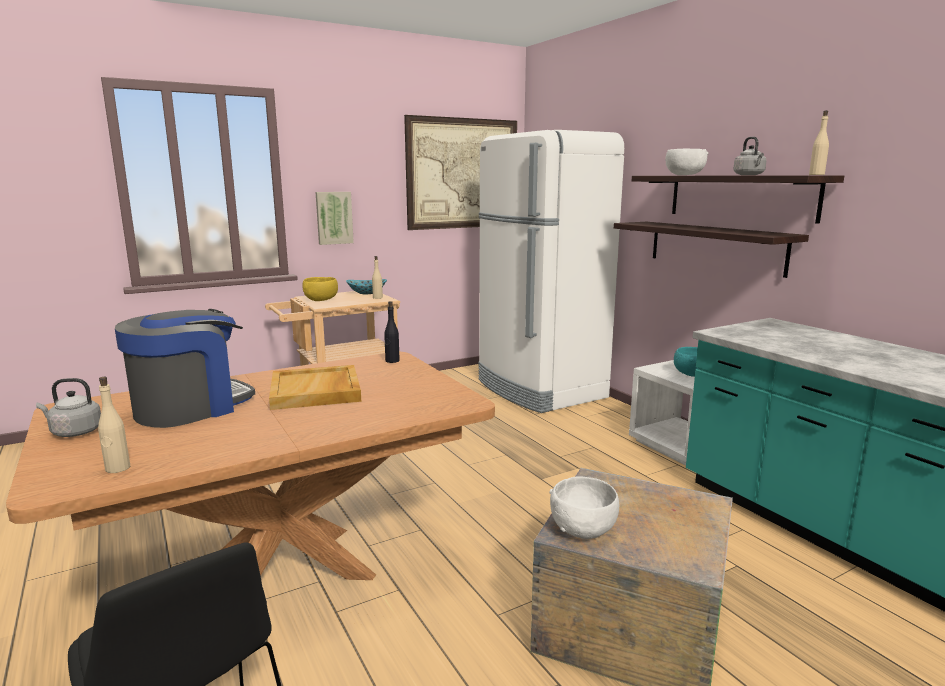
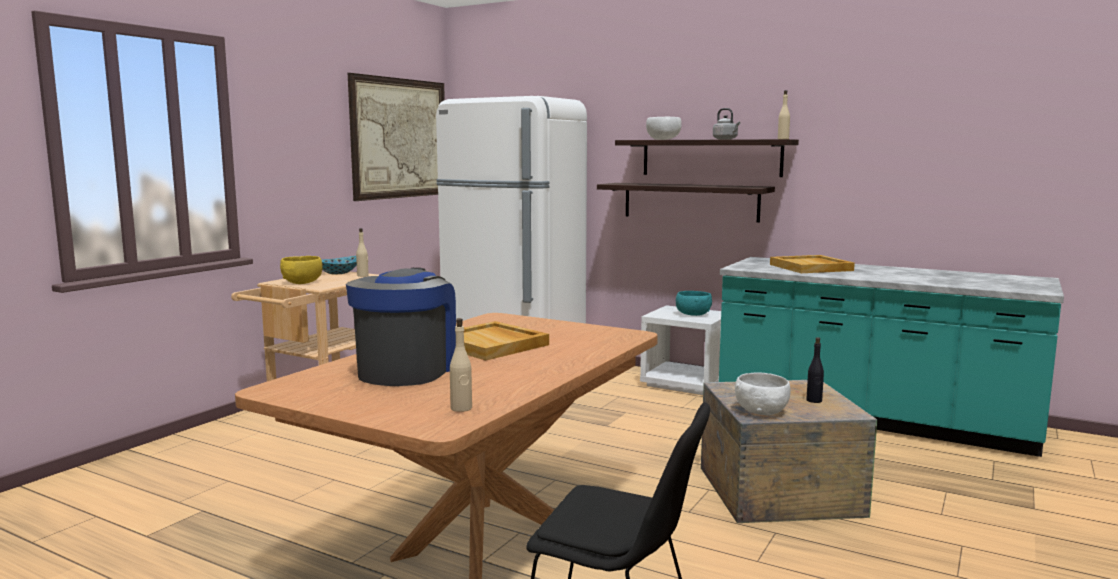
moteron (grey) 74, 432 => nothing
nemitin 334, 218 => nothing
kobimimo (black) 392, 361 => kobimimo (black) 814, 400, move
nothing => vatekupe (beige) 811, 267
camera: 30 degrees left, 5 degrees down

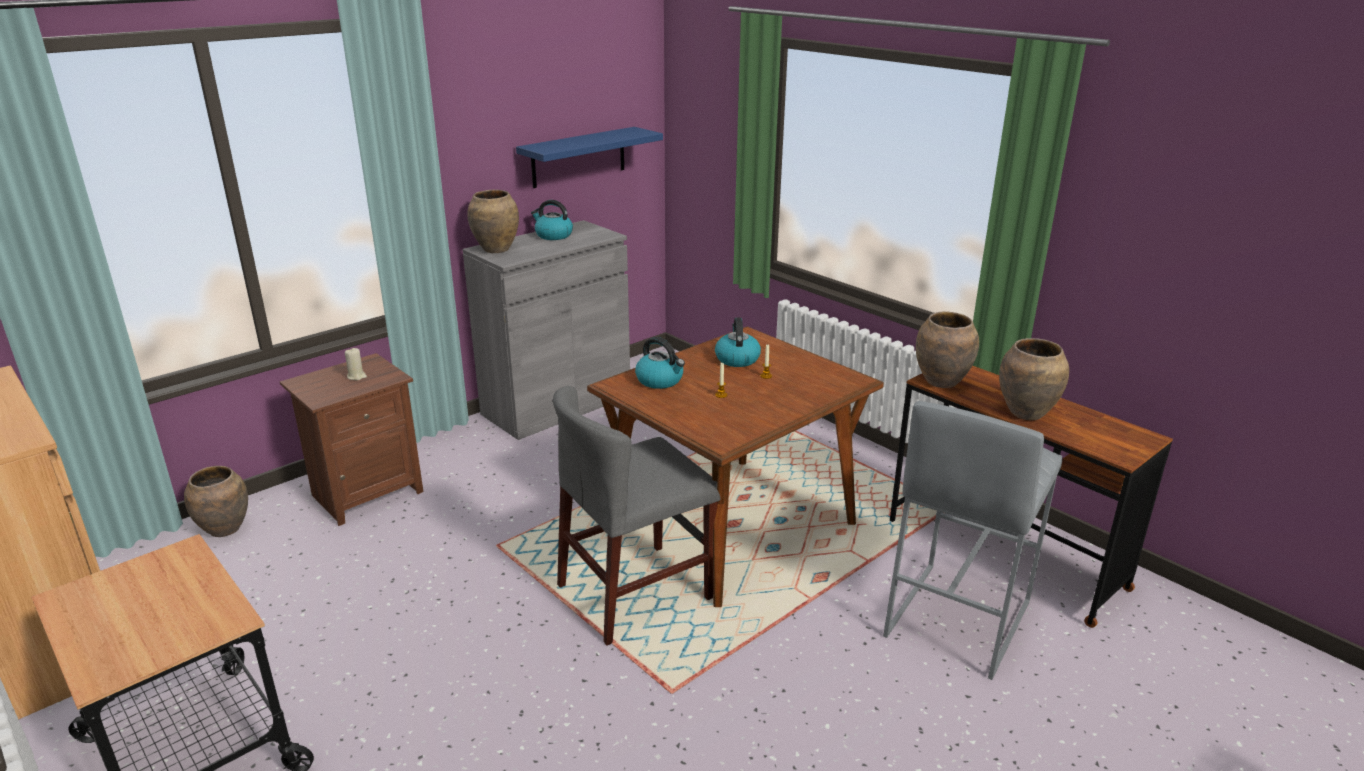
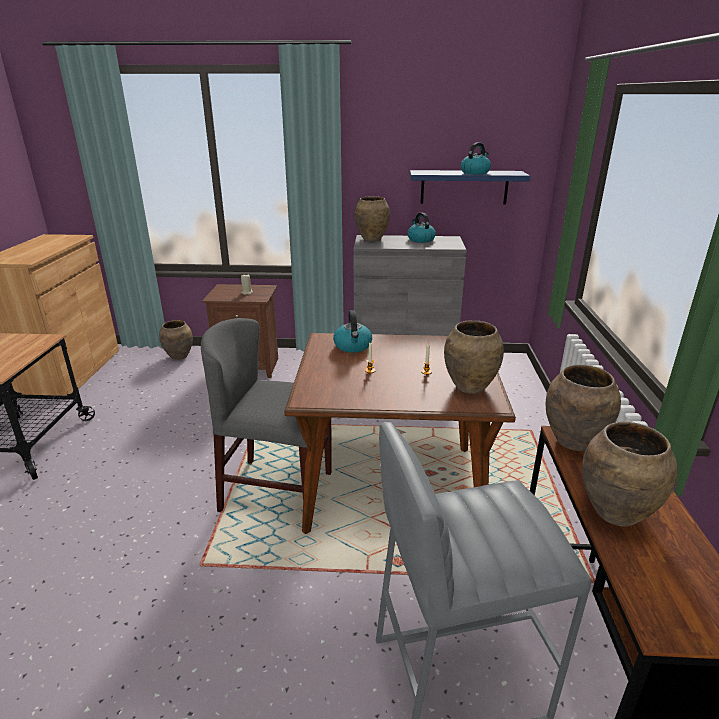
moteron 737, 359 => moteron 475, 172, move
nothing => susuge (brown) 470, 387
camera: 45 degrees right, 0 degrees up

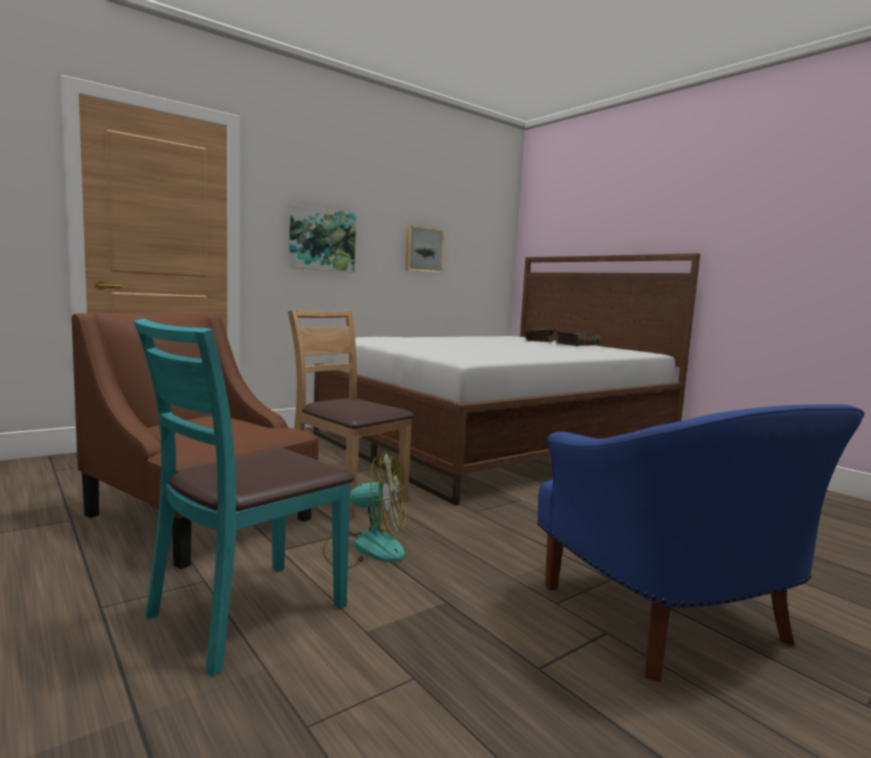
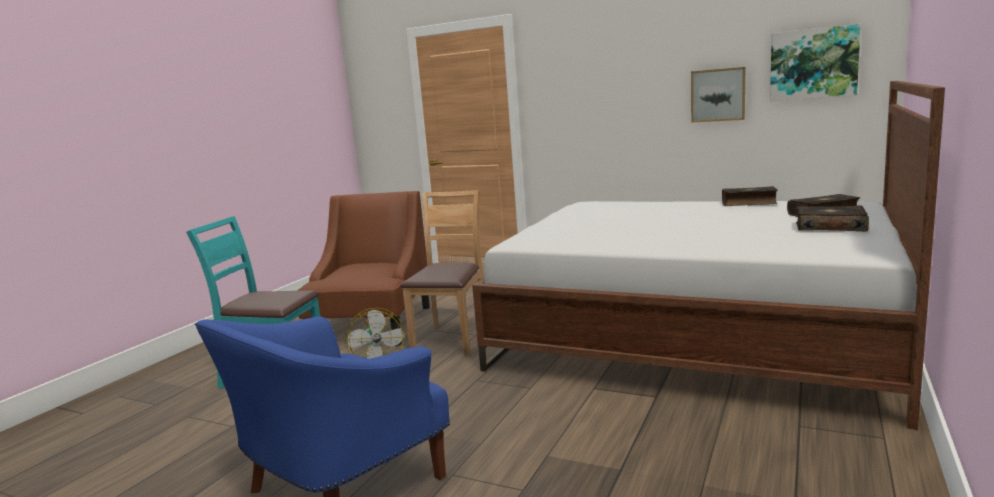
nemitin 322, 240 => nemitin 813, 64, move
nothing => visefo 749, 203
camera: 65 degrees right, 5 degrees up

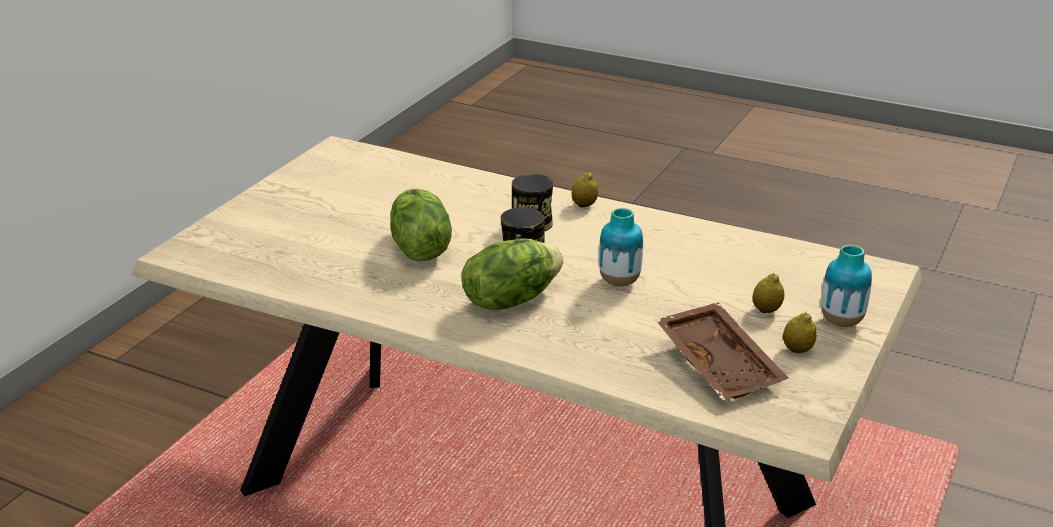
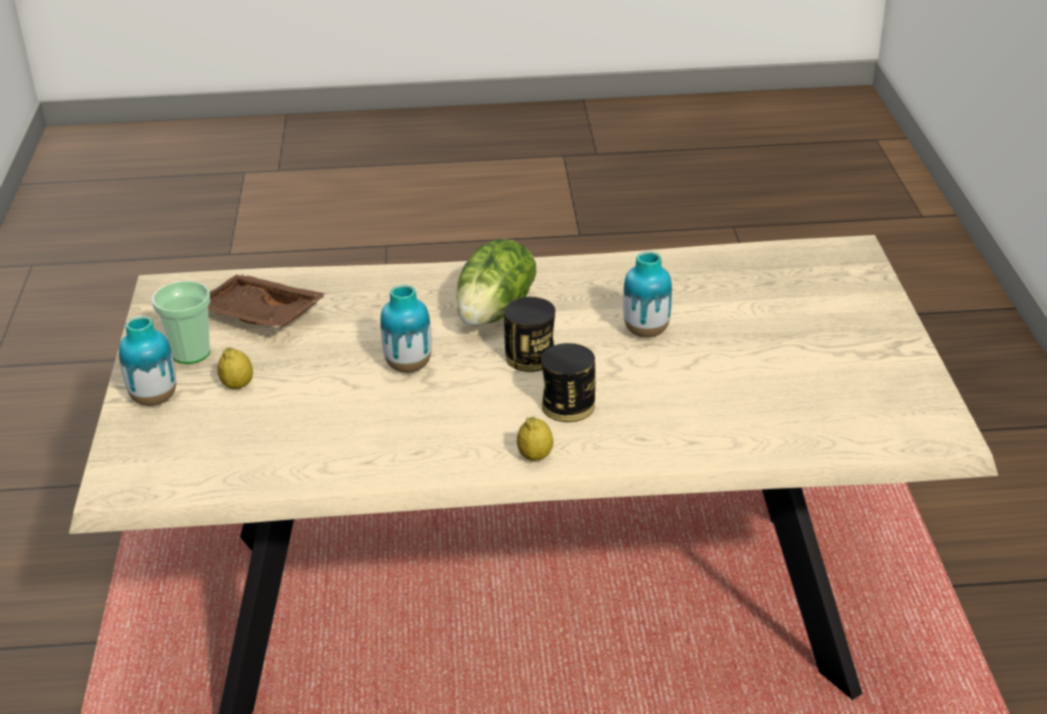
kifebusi 419, 249 => susuge 646, 331
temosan 797, 350 => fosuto 191, 353
camera: 150 degrees right, 5 degrees up

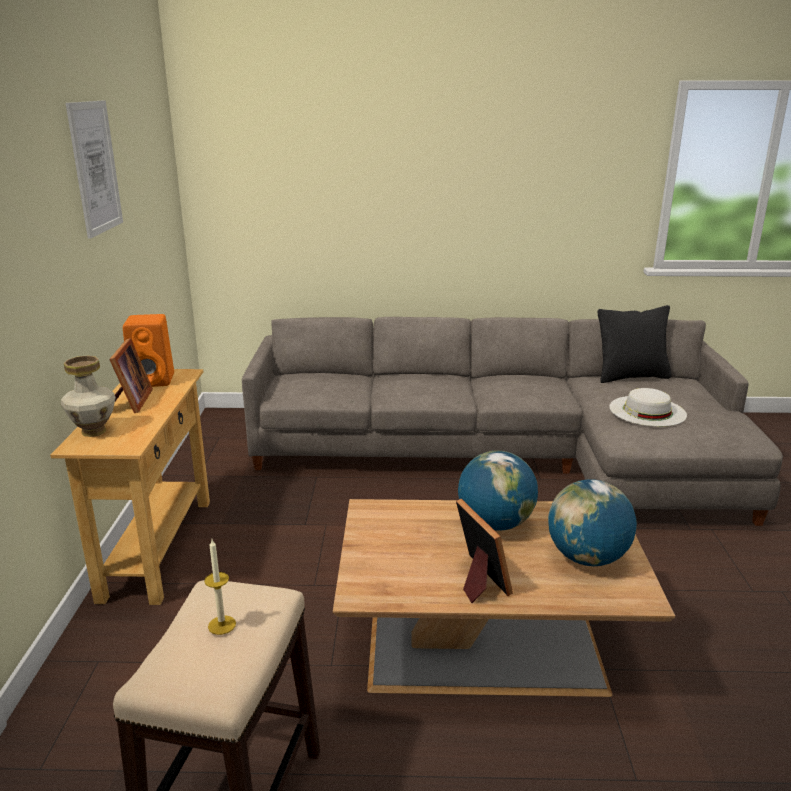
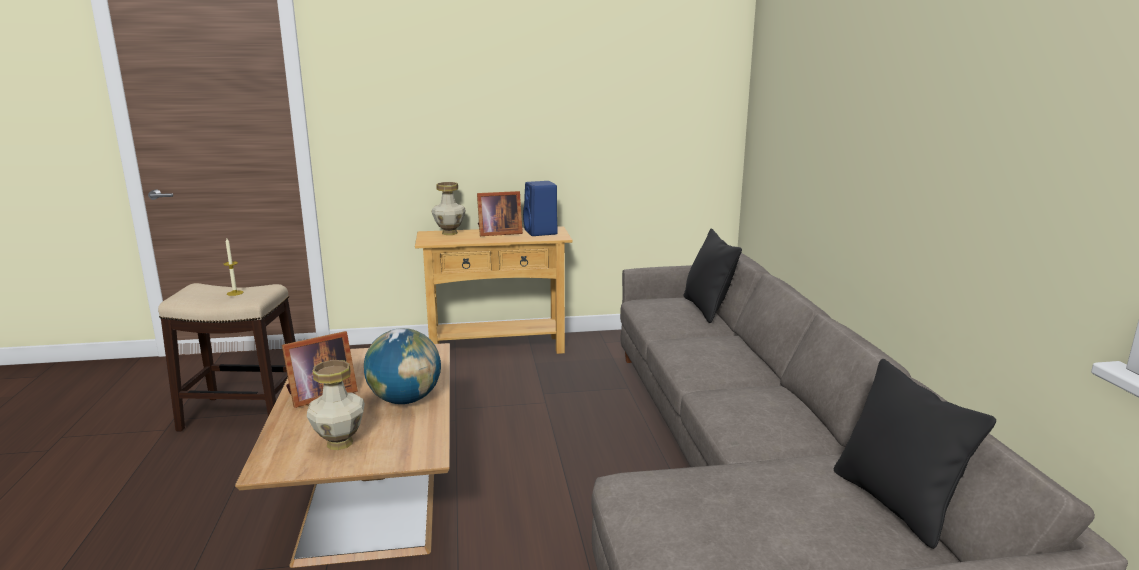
nemitin 95, 168 => nothing
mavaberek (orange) 154, 380 => mavaberek (blue) 541, 232
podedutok 587, 558 => susuge 339, 443
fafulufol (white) 647, 411 => nothing
nothing => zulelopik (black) 707, 309
camera: 80 degrees right, 5 degrees down

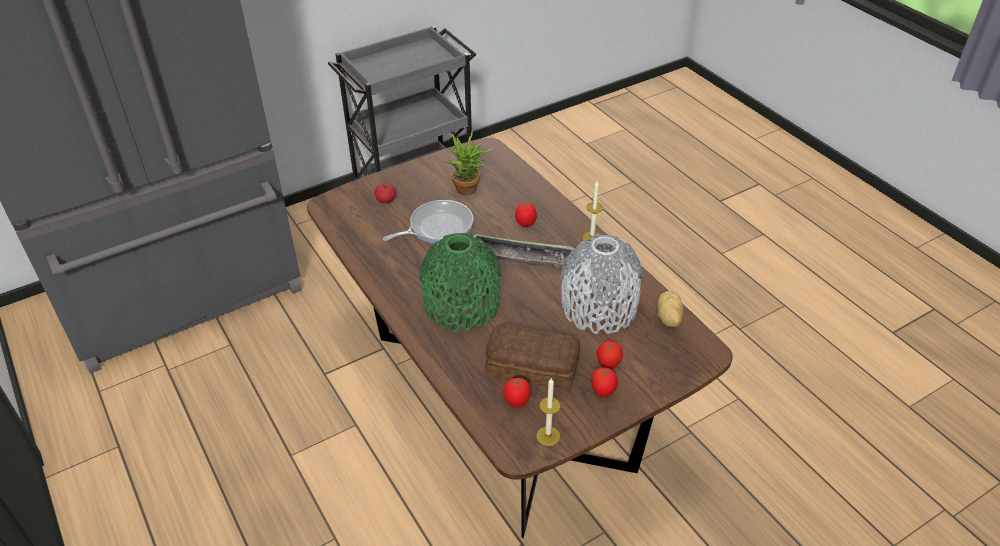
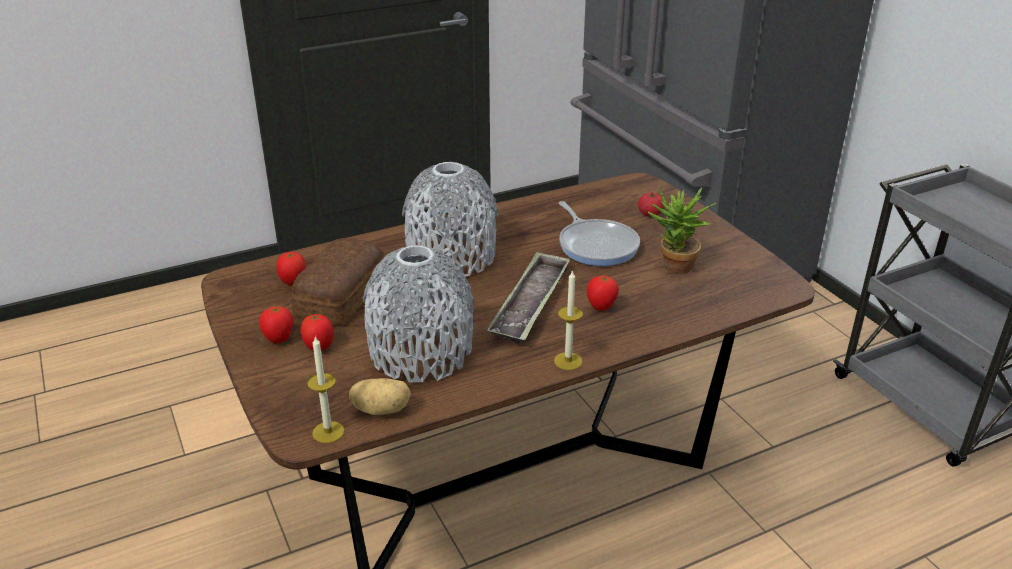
susuge (green) 461, 306 => susuge (grey) 451, 256
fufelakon 548, 436 => fufelakon 328, 432, move
camera: 95 degrees right, 10 degrees down

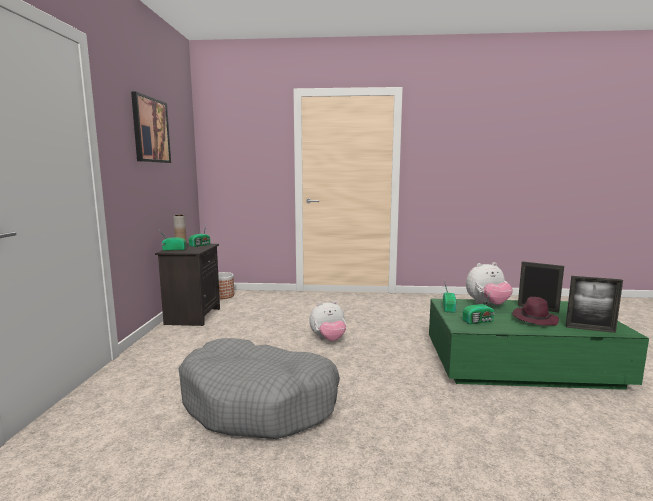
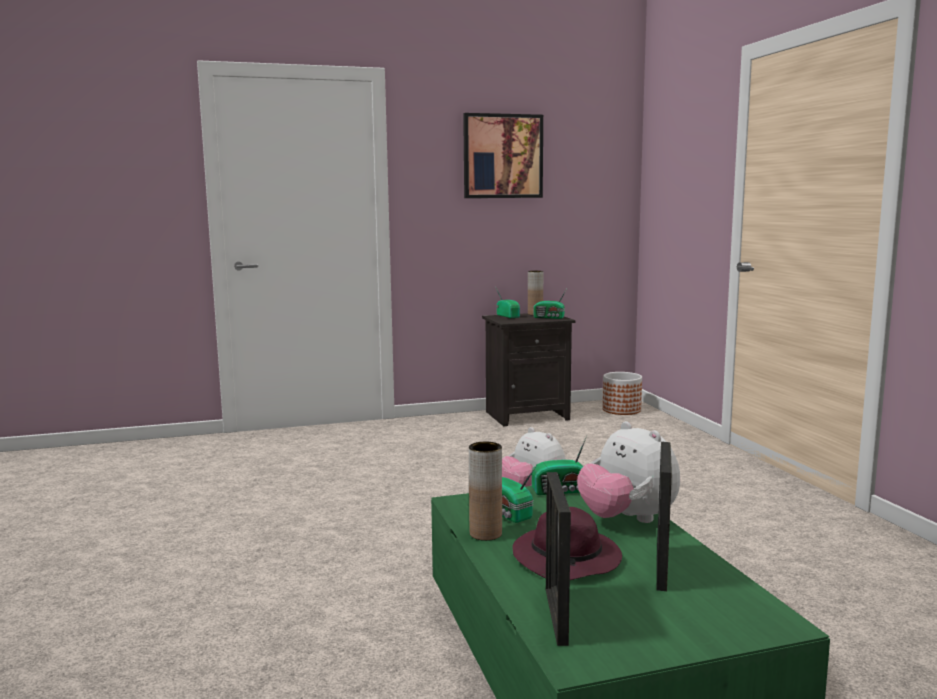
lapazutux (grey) 260, 402 => nothing
nothing => susuge (brown) 485, 534
camera: 70 degrees right, 0 degrees up

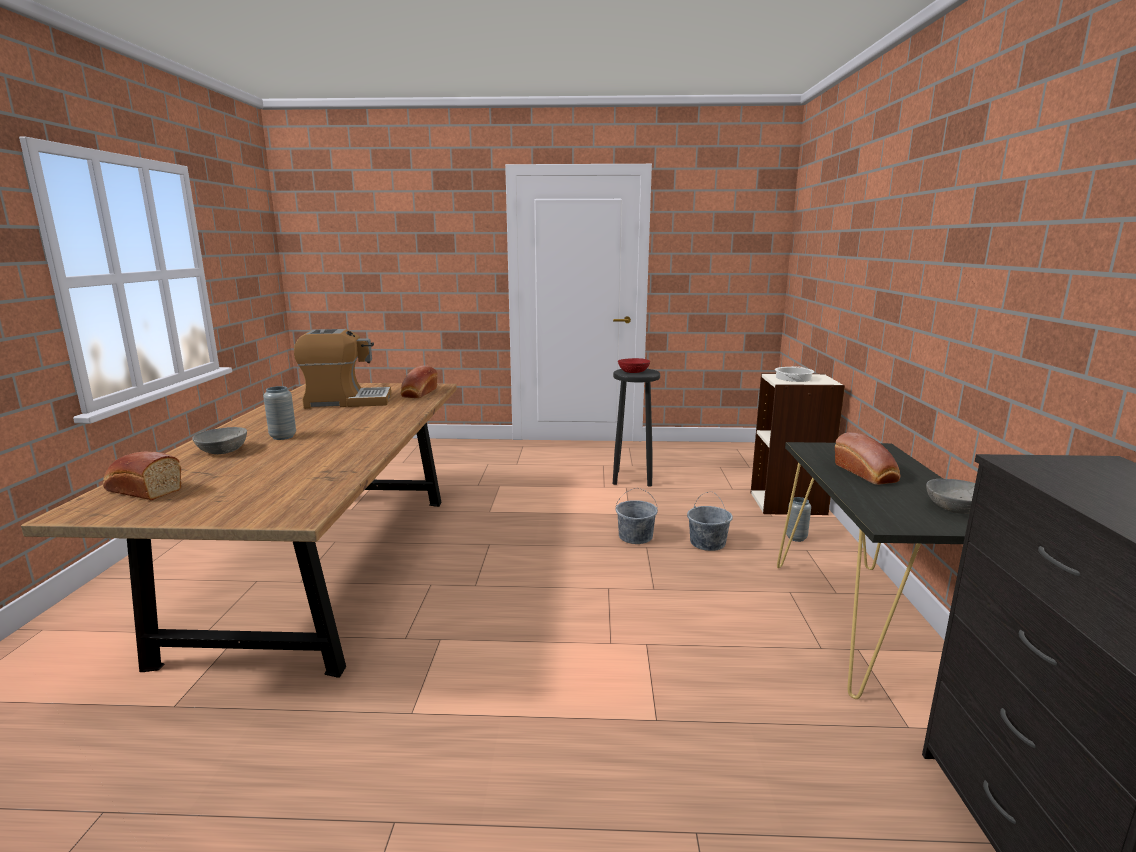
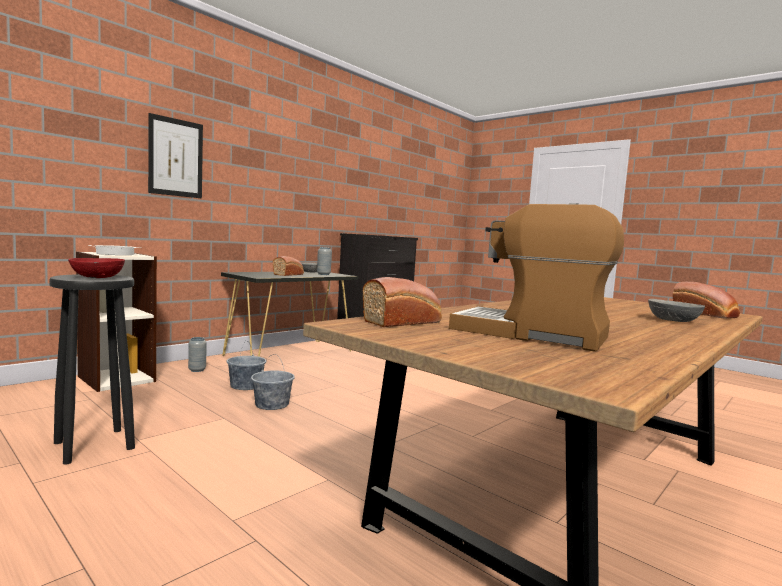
susuge (grey) 283, 437 => susuge (grey) 323, 274, move
nothing => nemitin 176, 157
camera: 140 degrees left, 10 degrees down

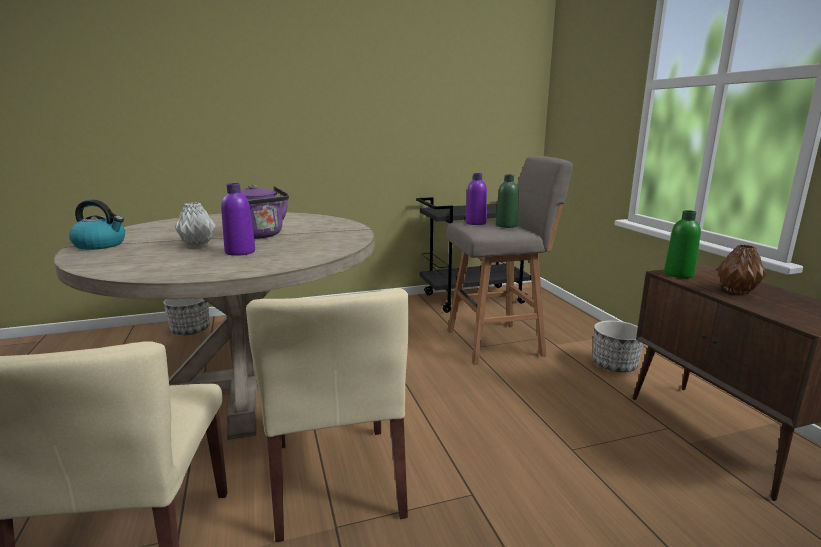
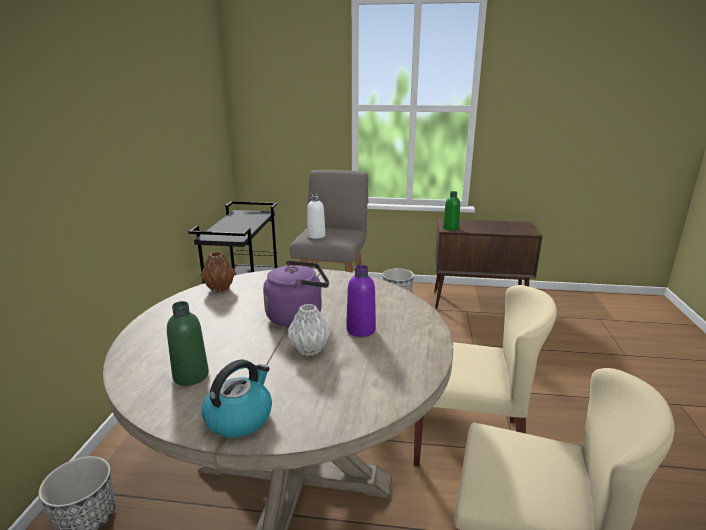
kobimimo (purple) 475, 223 => kobimimo (white) 316, 236
kobimimo (green) 506, 225 => kobimimo (green) 191, 376, move
susuge (brown) 737, 291 => susuge (brown) 220, 289, move
camera: 65 degrees left, 5 degrees up

